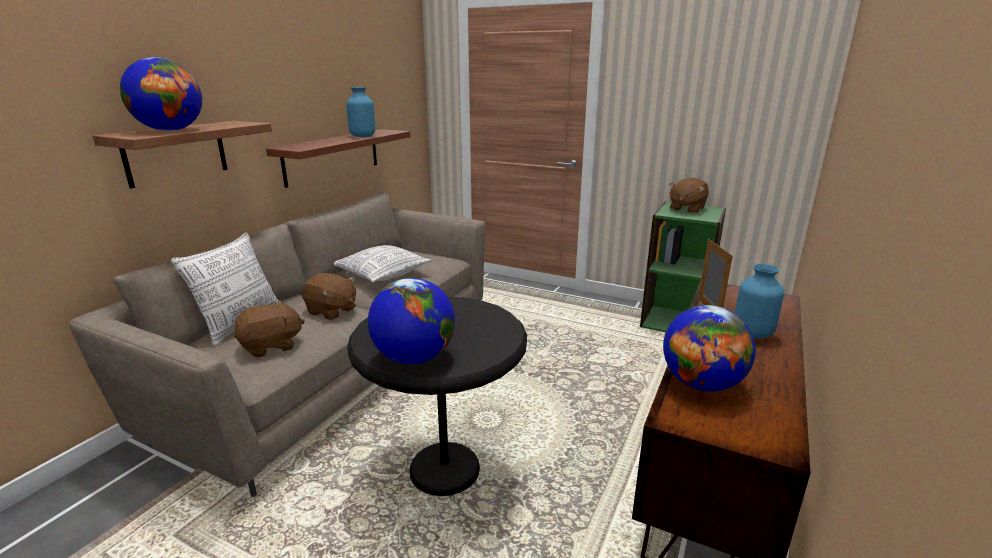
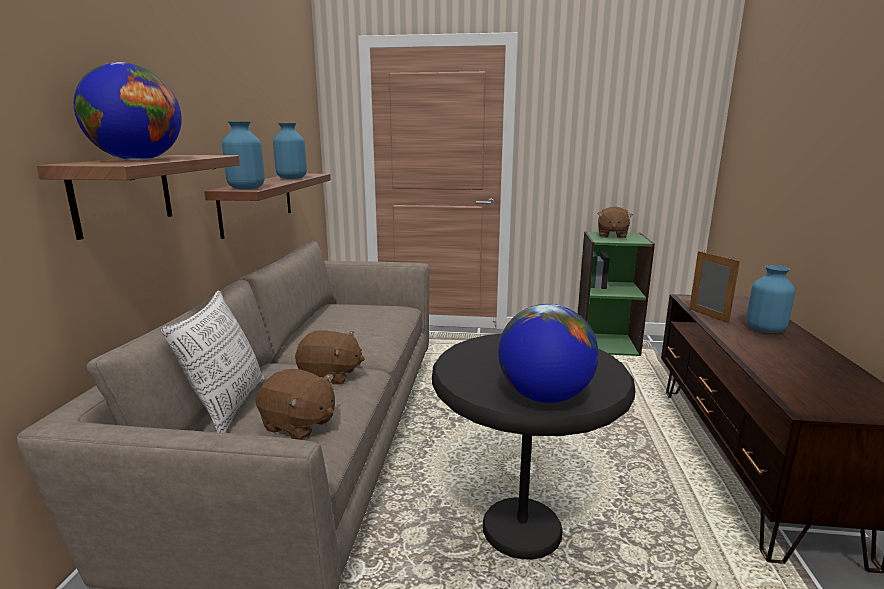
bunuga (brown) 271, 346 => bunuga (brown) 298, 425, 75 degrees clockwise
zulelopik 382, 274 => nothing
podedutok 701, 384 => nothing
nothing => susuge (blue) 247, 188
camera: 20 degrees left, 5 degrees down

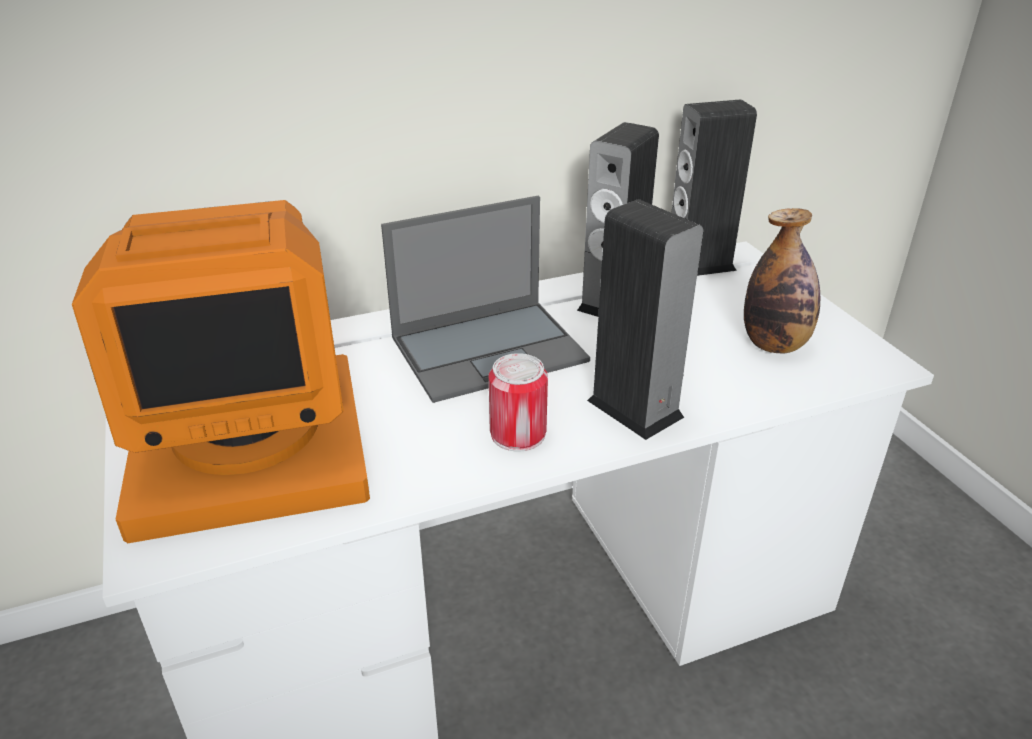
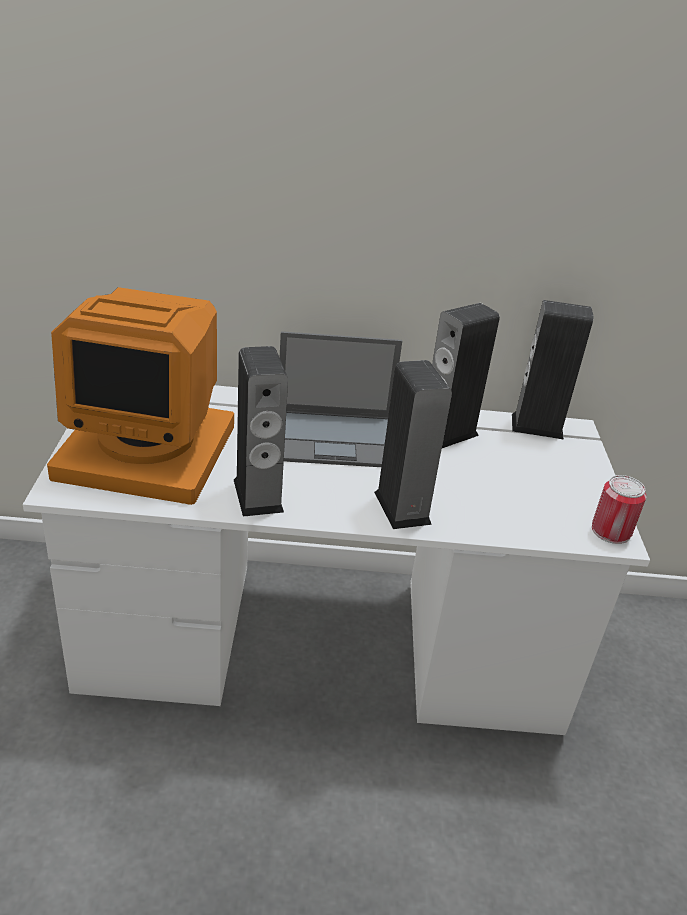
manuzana 518, 434 => manuzana 611, 531, move
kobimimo 774, 345 => nothing
nothing => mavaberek 258, 495
camera: 20 degrees right, 0 degrees up

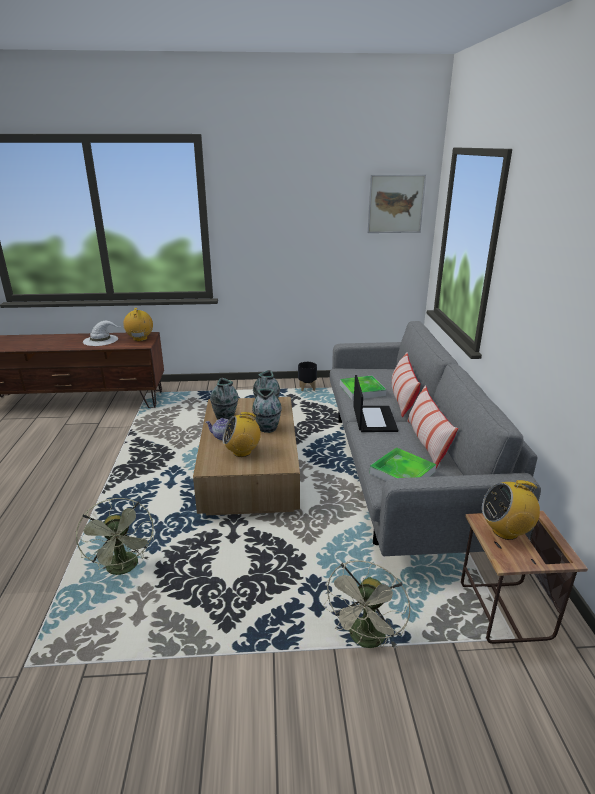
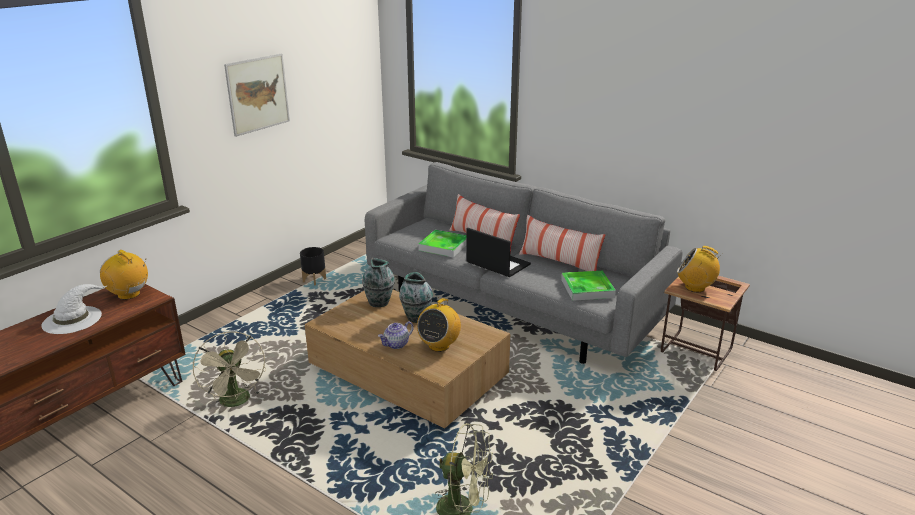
susuge 225, 417 => nothing
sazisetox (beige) 366, 640 => sazisetox (beige) 237, 402, move
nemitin 395, 204 => nemitin 258, 94, move
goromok 505, 531 => goromok 695, 287, 75 degrees clockwise
camera: 50 degrees left, 0 degrees up

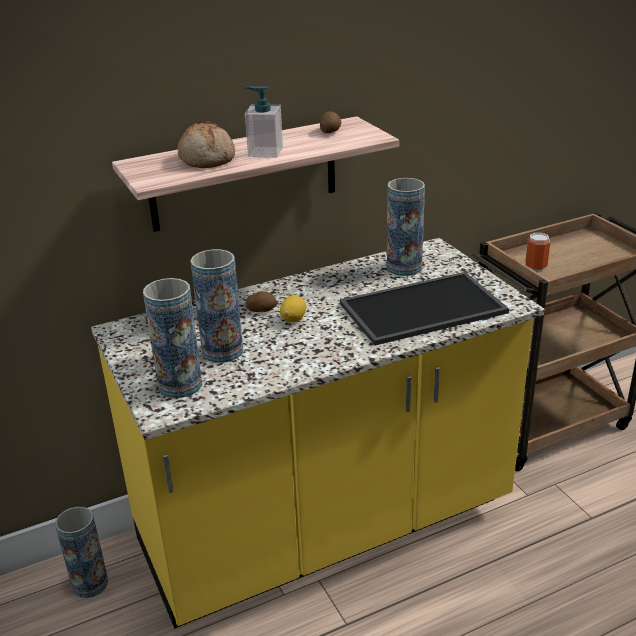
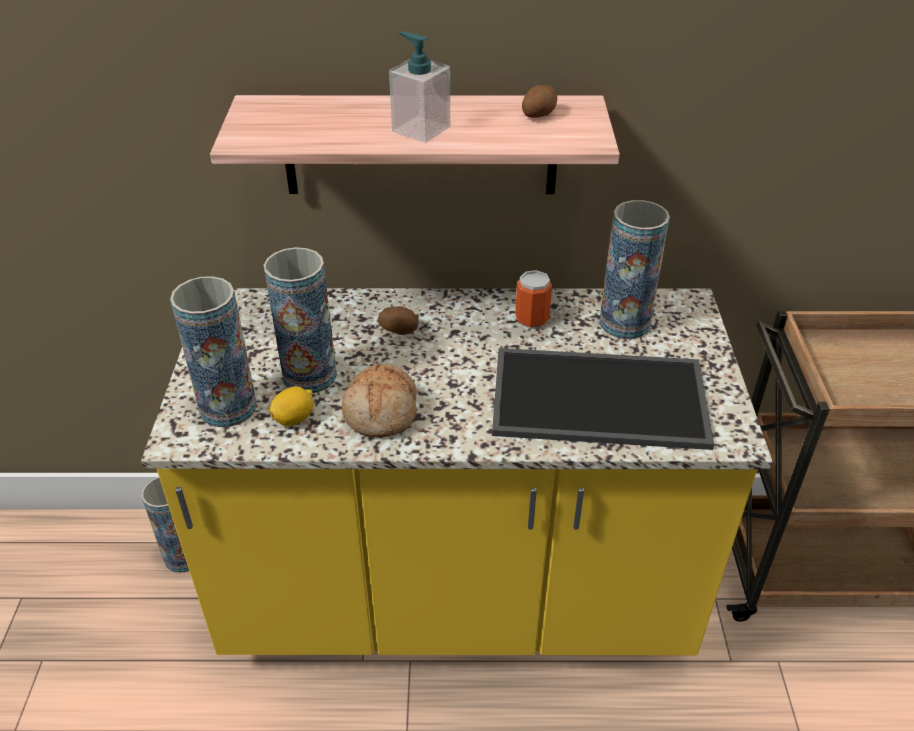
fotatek 207, 159 => fotatek 382, 412, move
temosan 293, 319 => temosan 294, 418, move
manuzana 536, 266 => manuzana 532, 319, move
camera: 25 degrees right, 10 degrees up

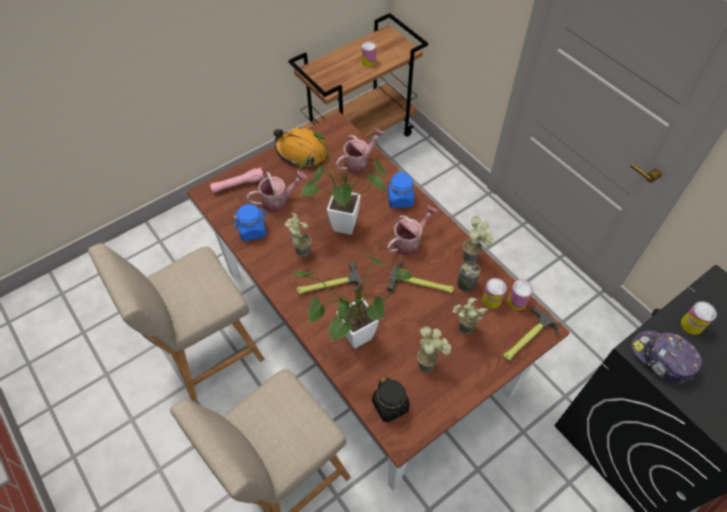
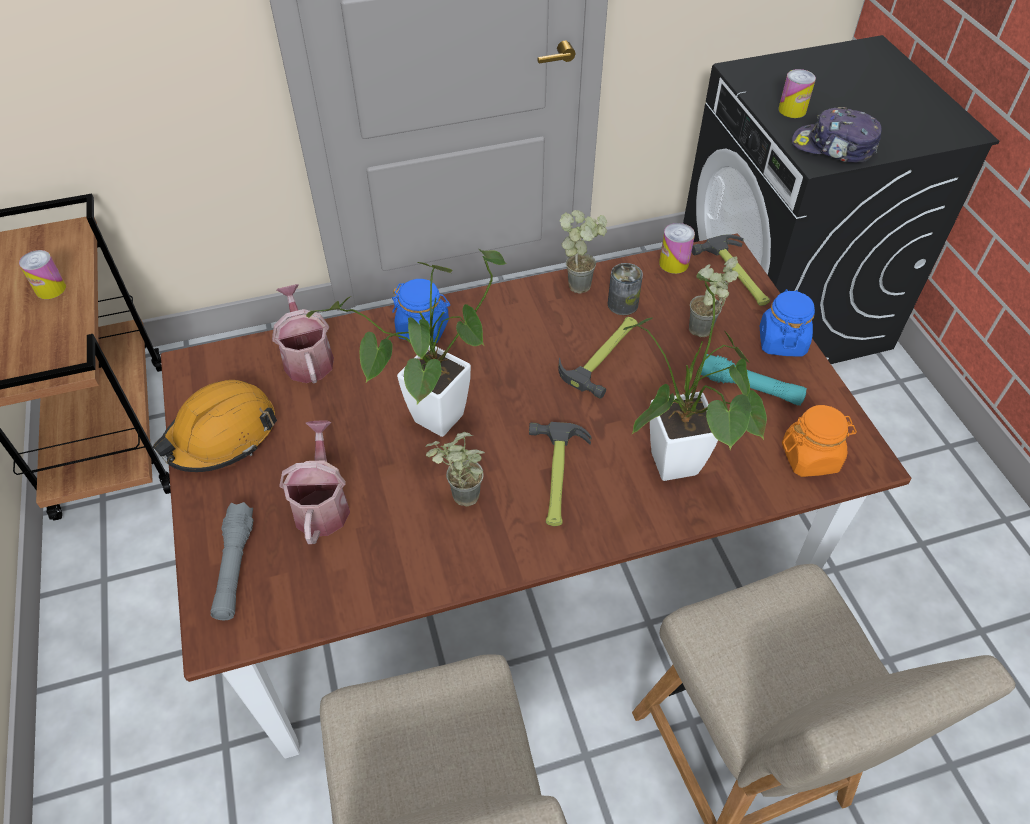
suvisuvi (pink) 238, 184 => suvisuvi (grey) 234, 567
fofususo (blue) 253, 230 => fofususo (blue) 781, 341, move
fofususo (black) 390, 405 => fofususo (orange) 810, 457
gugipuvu 410, 241 => nothing
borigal 430, 364 => suvisuvi (turquoise) 750, 388
manuzana 491, 300 => nothing
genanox 662, 359 => genanox 833, 147, 45 degrees clockwise
camera: 70 degrees left, 5 degrees down

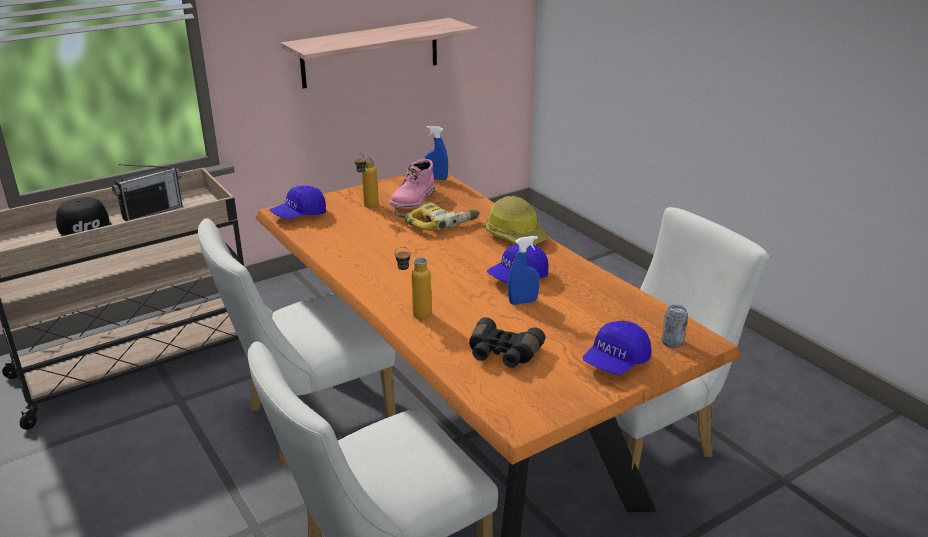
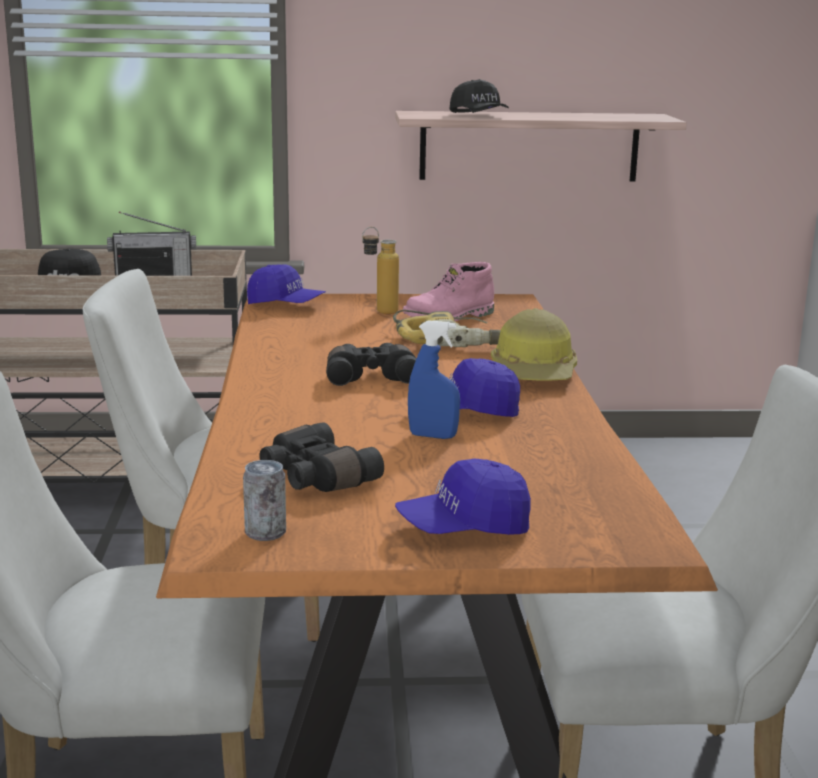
genanox (blue) 299, 215 => genanox (blue) 285, 305, 150 degrees counterclockwise
kobimimo 414, 314 => nothing
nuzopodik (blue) 436, 178 => nothing
manuzana 672, 342 => manuzana 265, 533, move
nothing => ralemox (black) 371, 377
nothing => genanox (black) 479, 115
camera: 30 degrees right, 10 degrees down

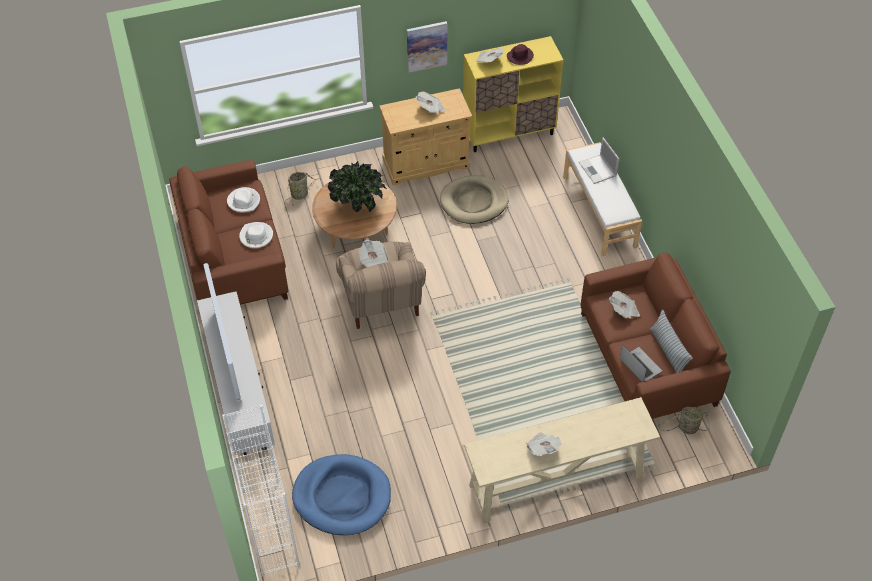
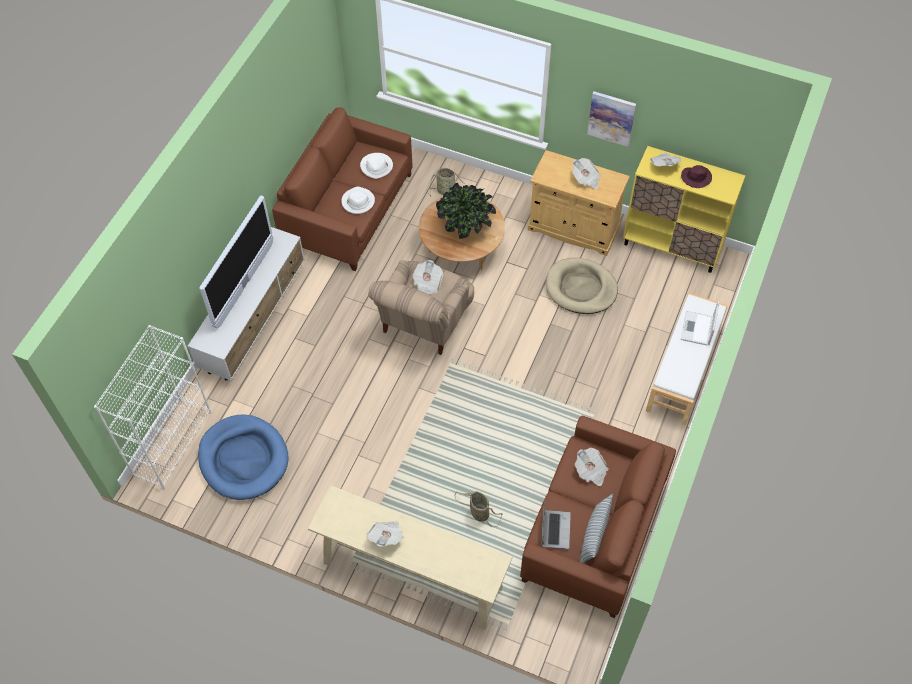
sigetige 686, 428 => sigetige 478, 512, move
camera: 40 degrees right, 5 degrees up

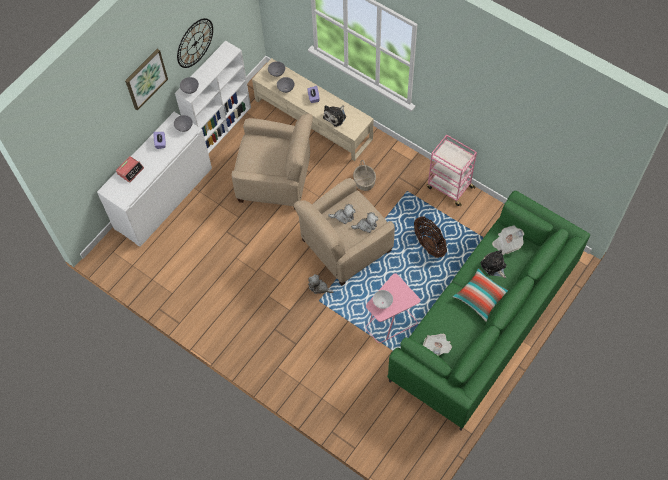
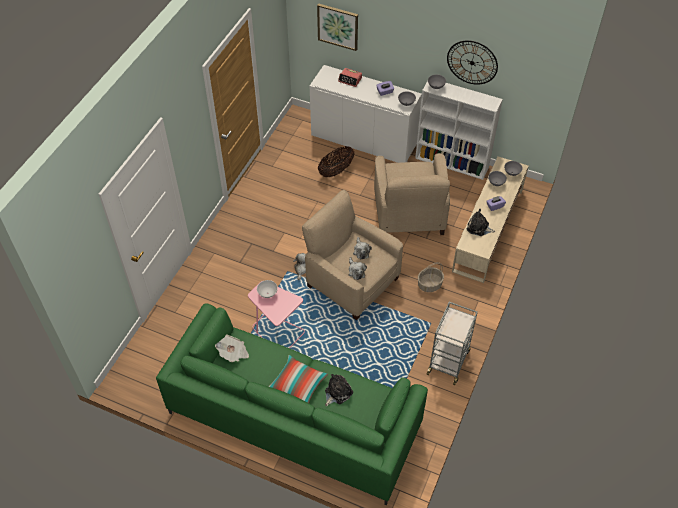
nemitin 145, 79 => nemitin 338, 26, move
sigetige 429, 244 => sigetige 336, 171, move
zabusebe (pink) 449, 187 => zabusebe (grey) 448, 361
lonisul 507, 243 => nothing
camera: 75 degrees right, 10 degrees down

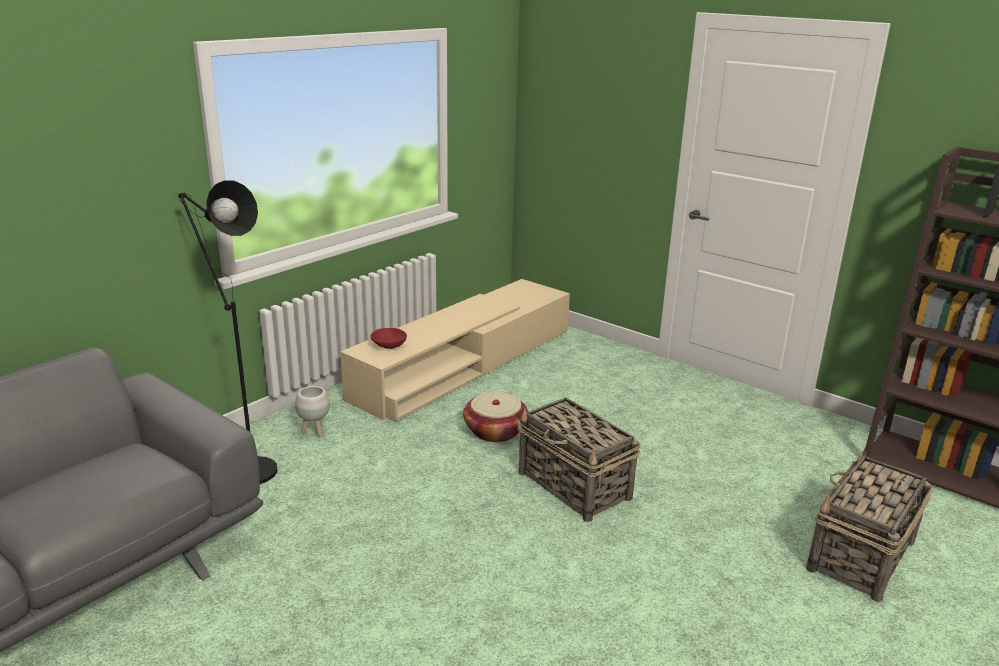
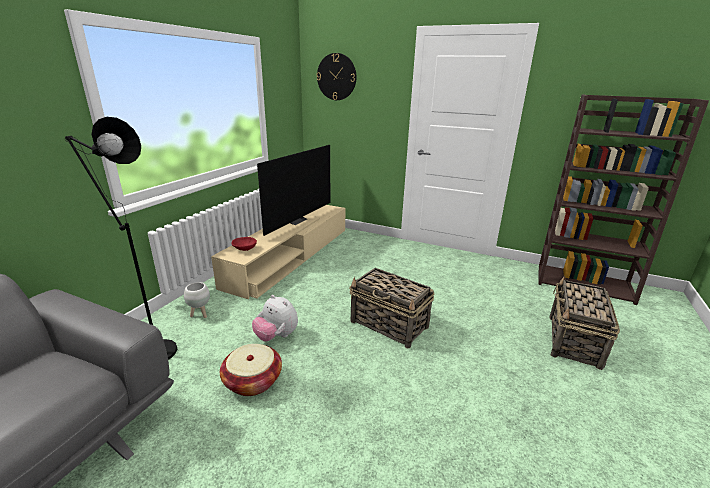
sigetige 495, 431 => sigetige 253, 381, move
nothing => bunuga 276, 336
nothing => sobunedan 296, 220
nothing => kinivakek 336, 77
camera: 15 degrees left, 0 degrees up

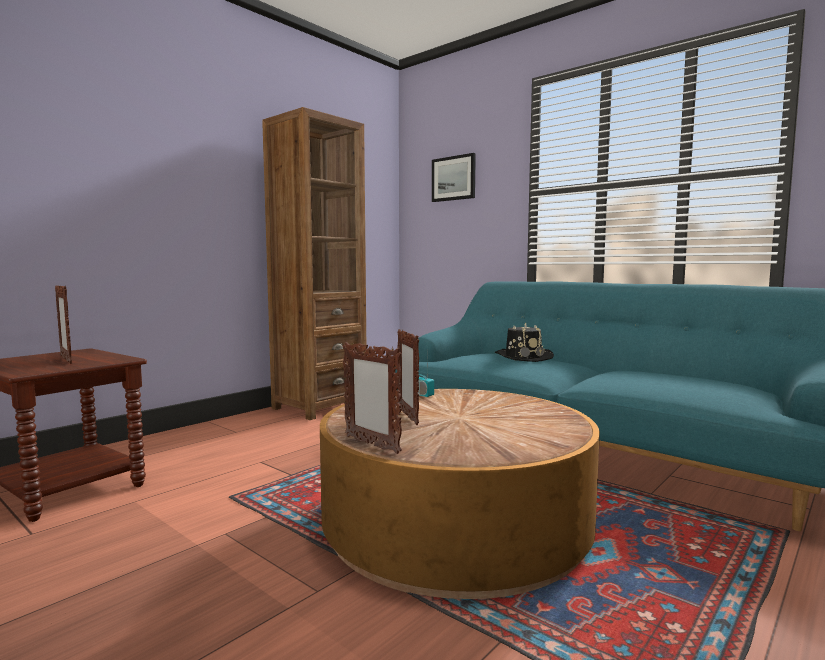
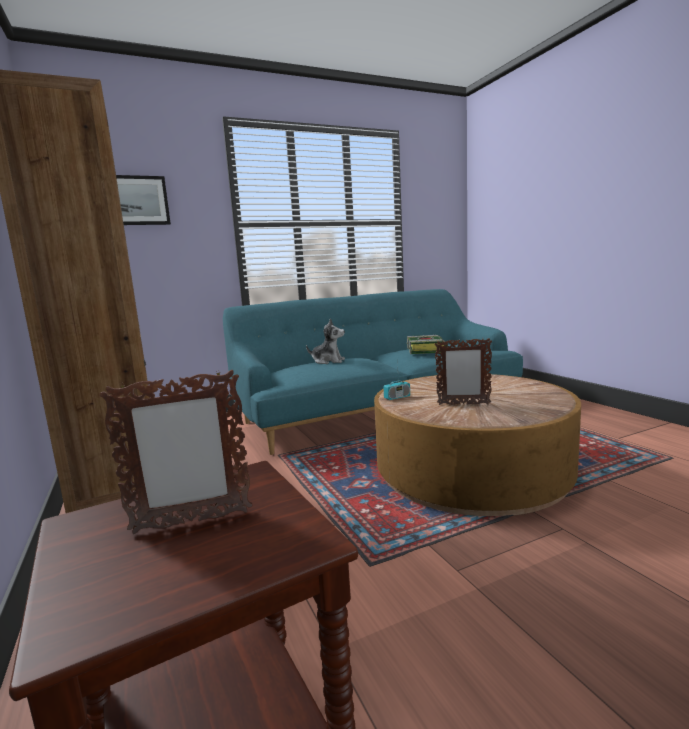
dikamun 371, 444 => nothing
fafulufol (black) 523, 357 => bunuga 328, 361
nothing => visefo 427, 350
camera: 65 degrees left, 5 degrees up

